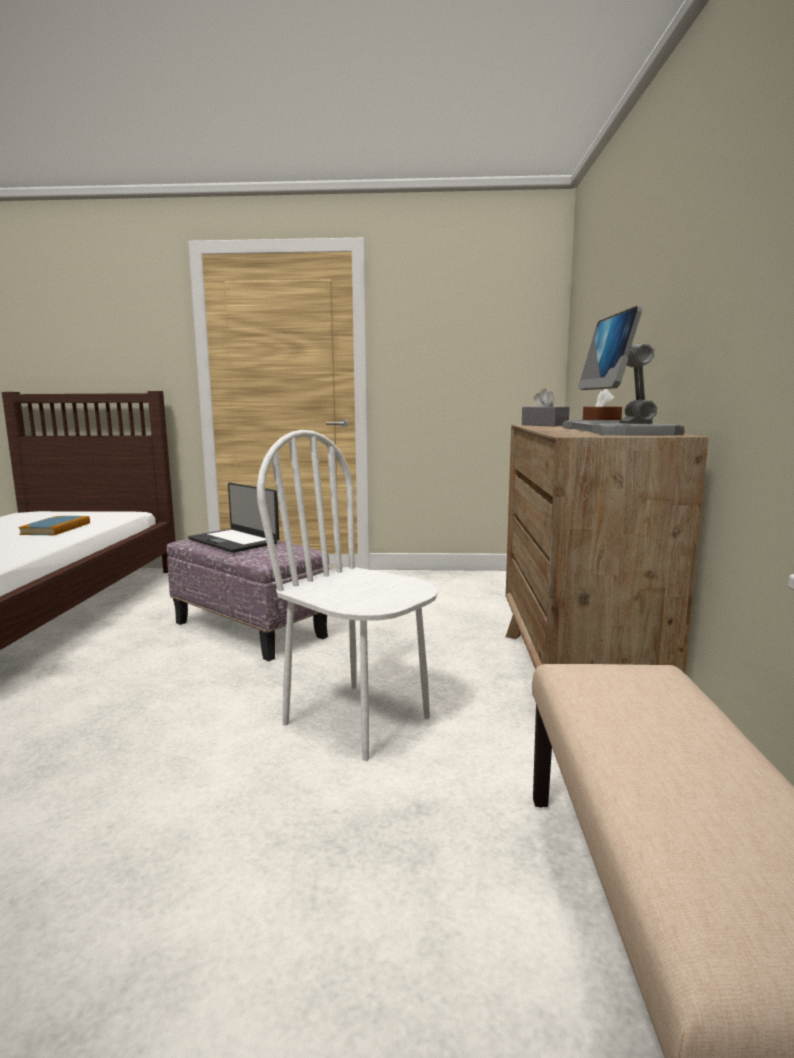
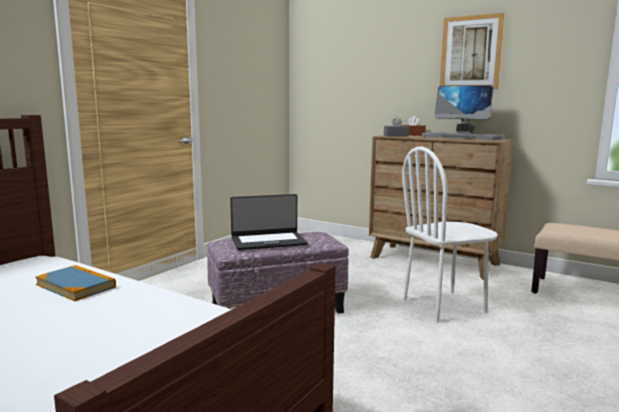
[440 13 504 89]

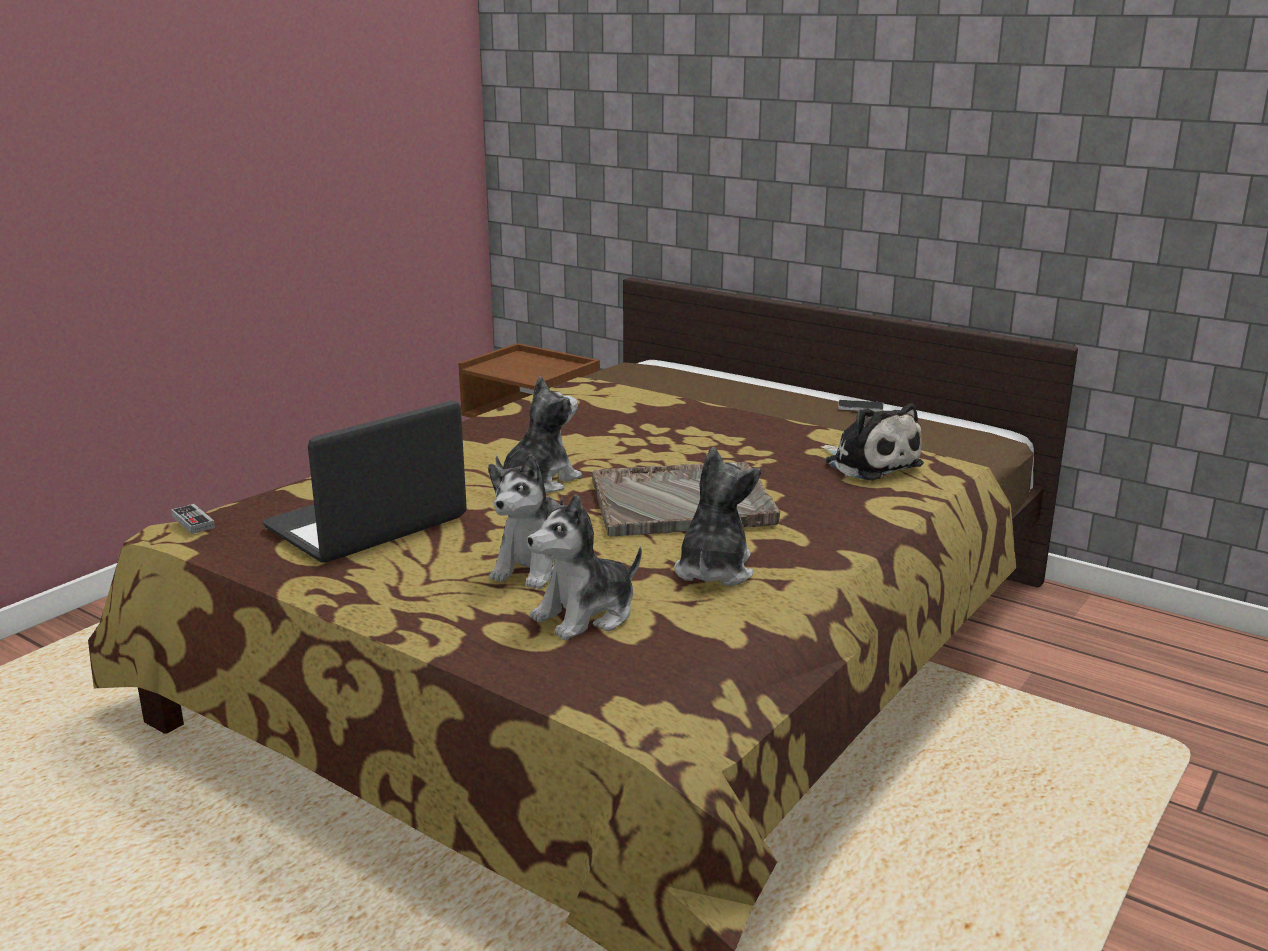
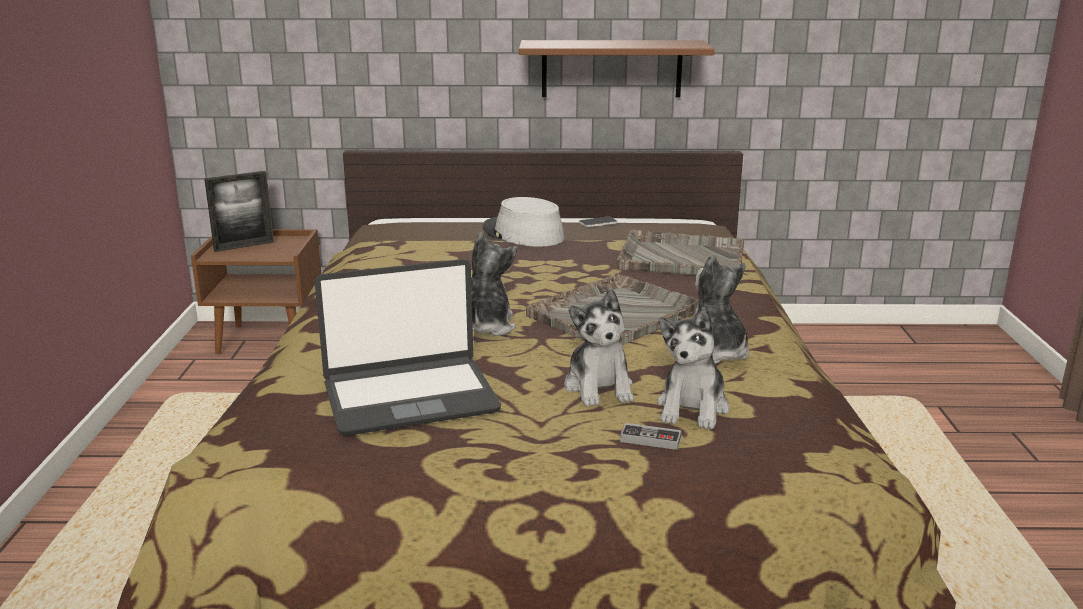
[620 423 681 450]
[315 259 501 436]
[616 229 744 275]
[204 171 274 252]
[483 197 564 247]
[519 40 715 98]

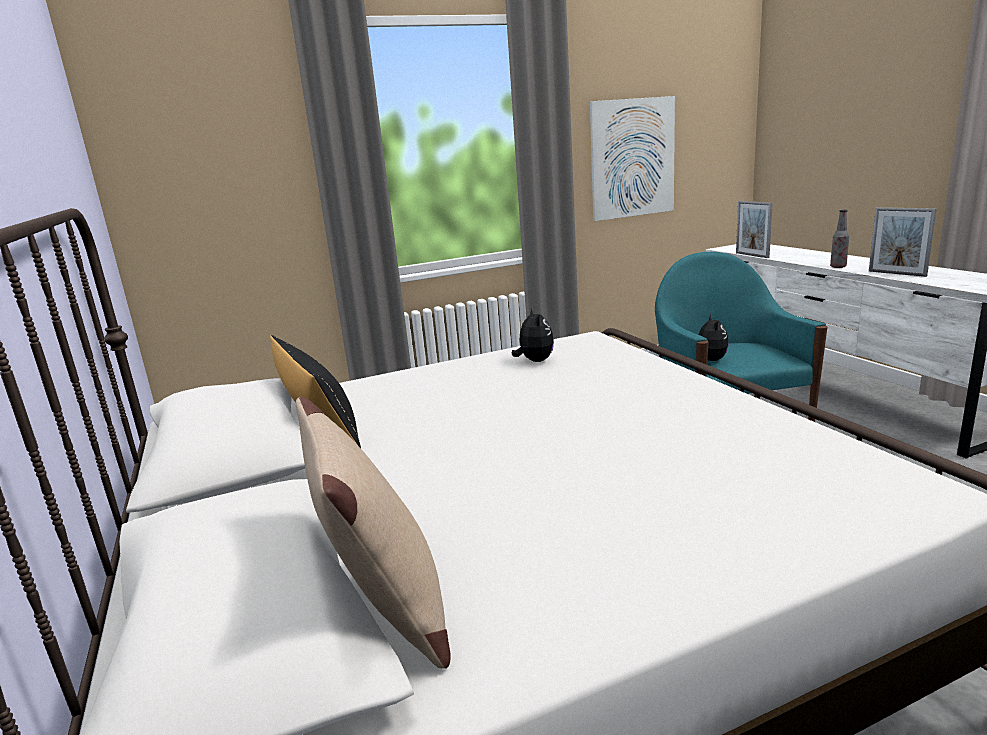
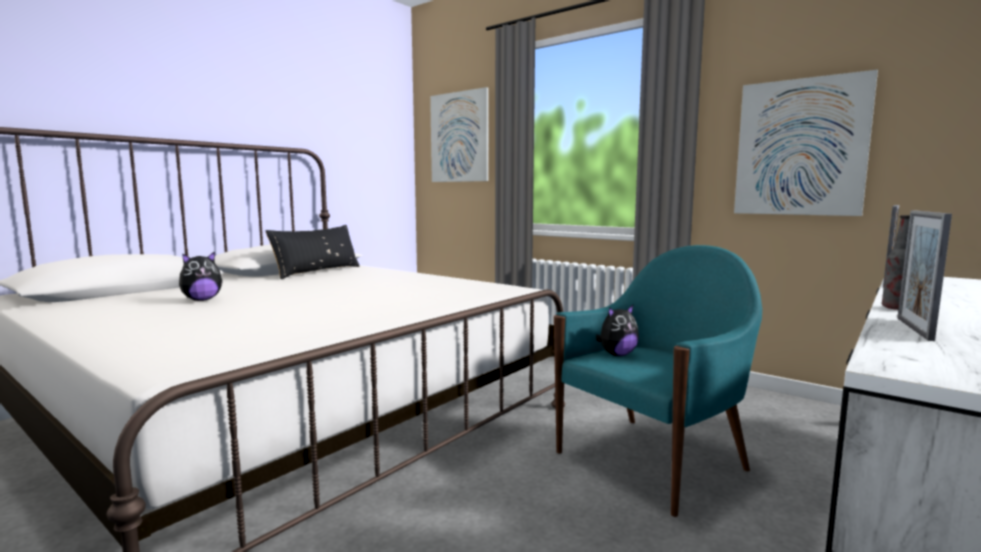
[296 397 450 669] (first image)
[179 251 223 301]
[430 87 488 182]

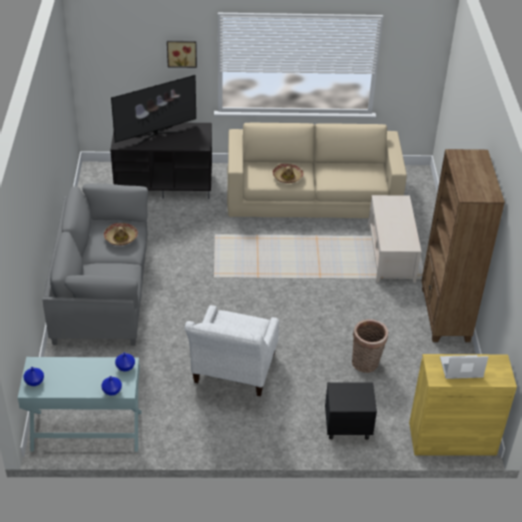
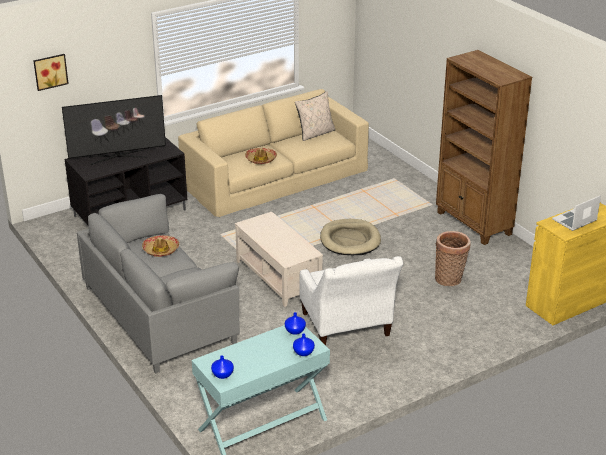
[62 95 166 165]
[33 54 69 91]
[325 382 377 440] (first image)
[235 212 323 307]
[295 91 335 141]
[320 219 381 255]

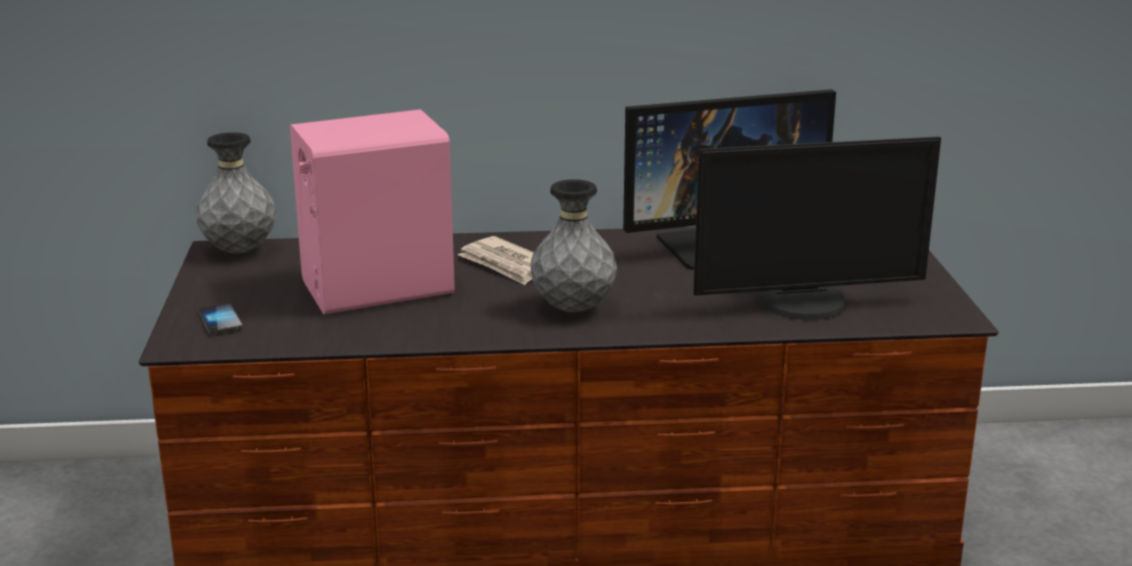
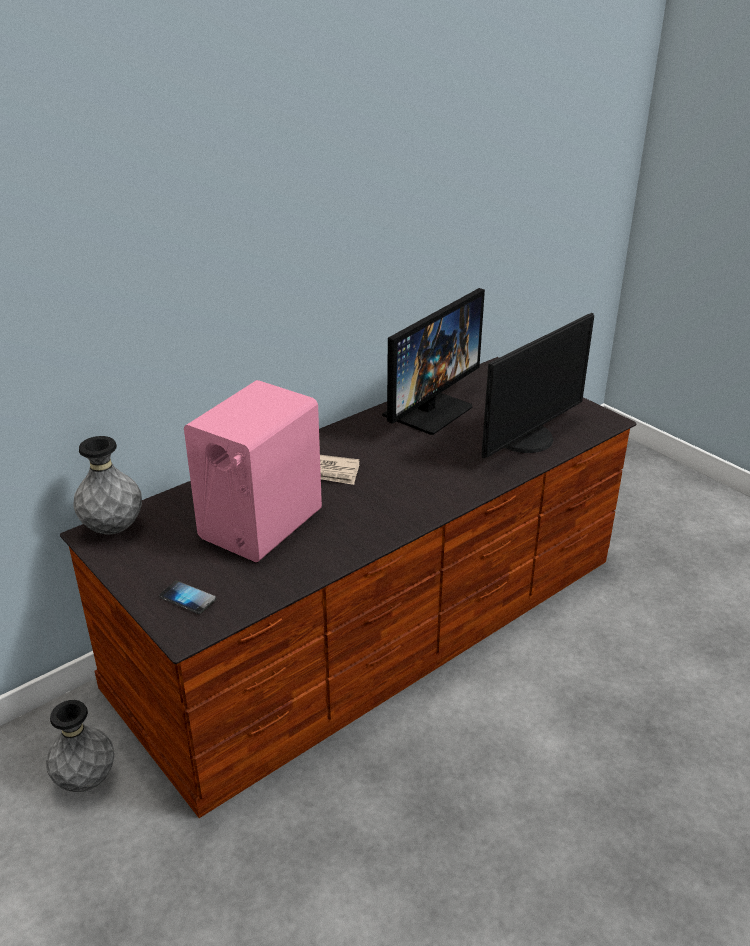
[46 700 114 792]

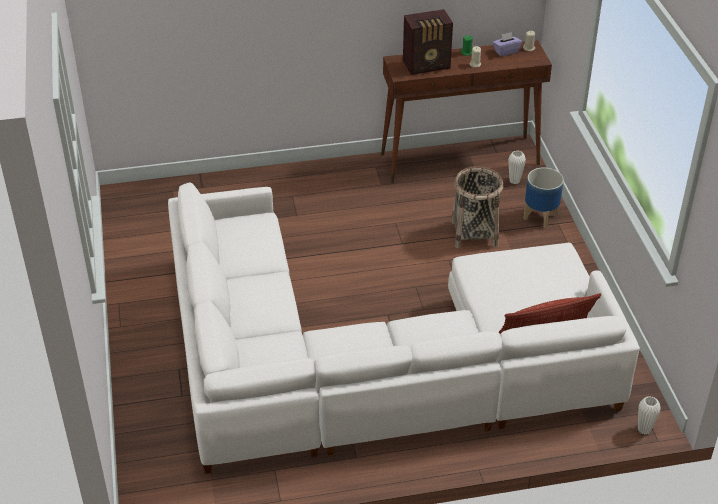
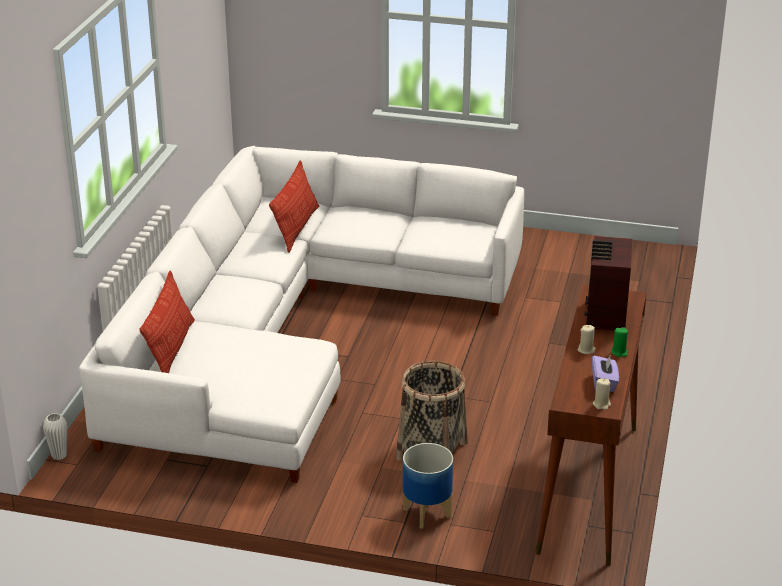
[508 151 526 184] (first image)
[269 160 319 253]

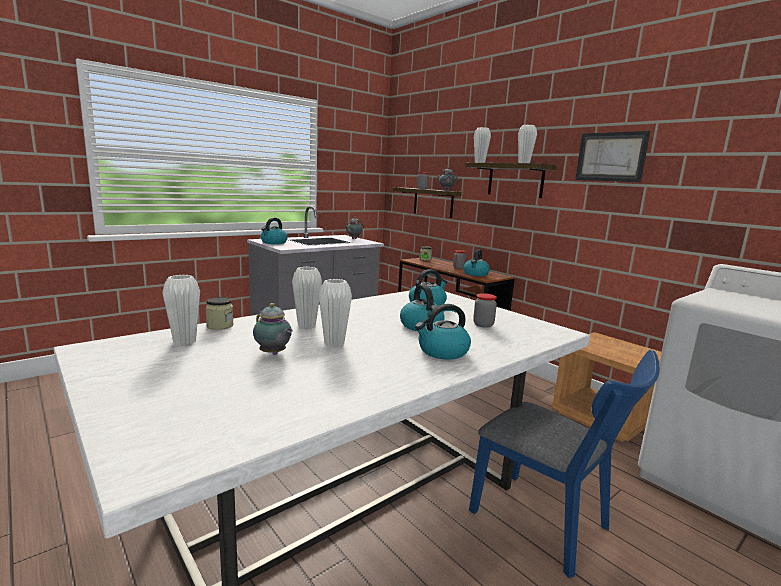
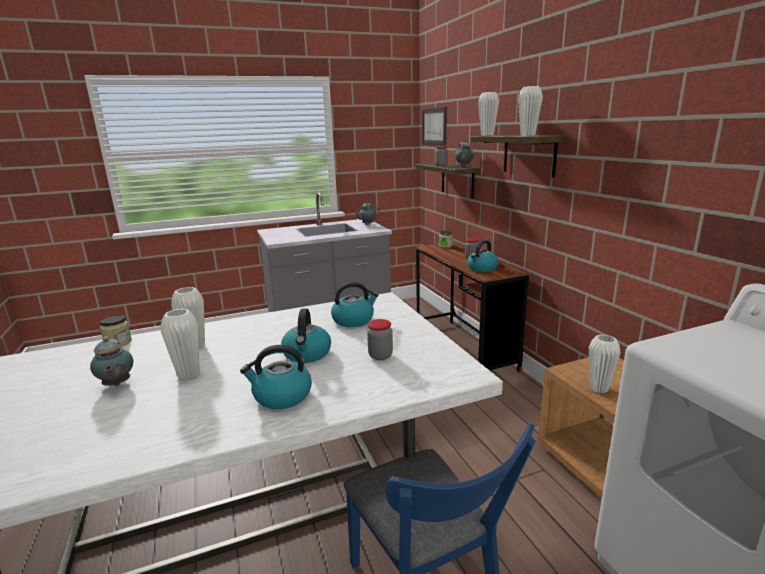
[589 334 620 393]
[261 218 288 244] (first image)
[422 107 447 146]

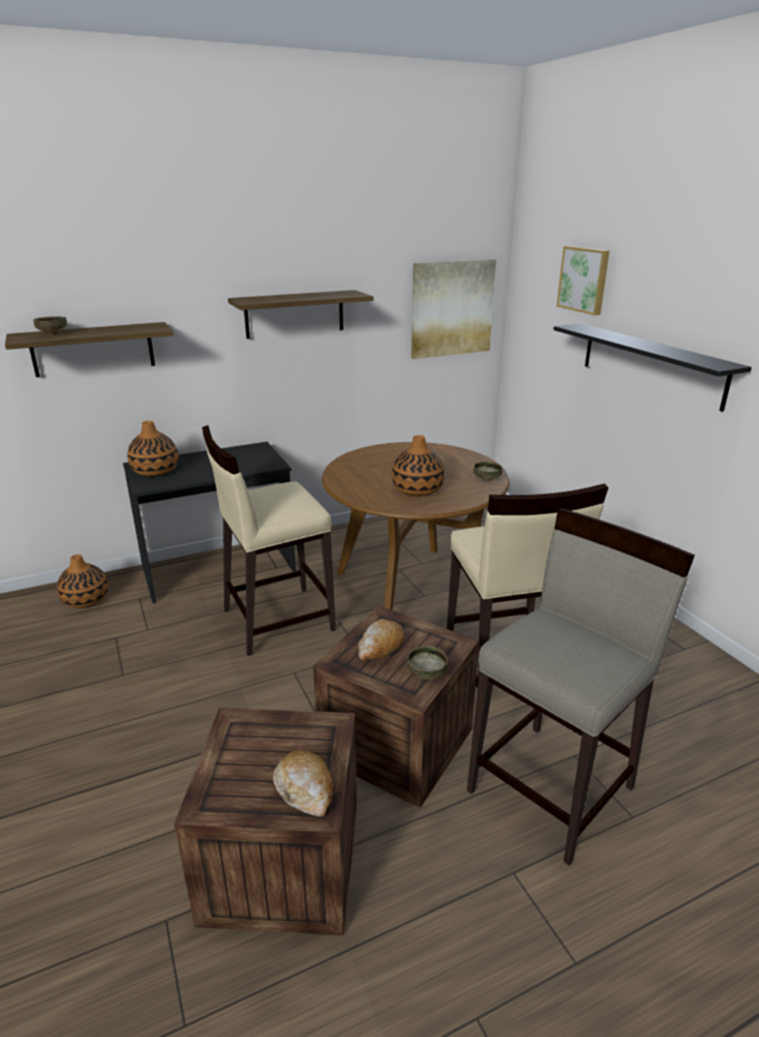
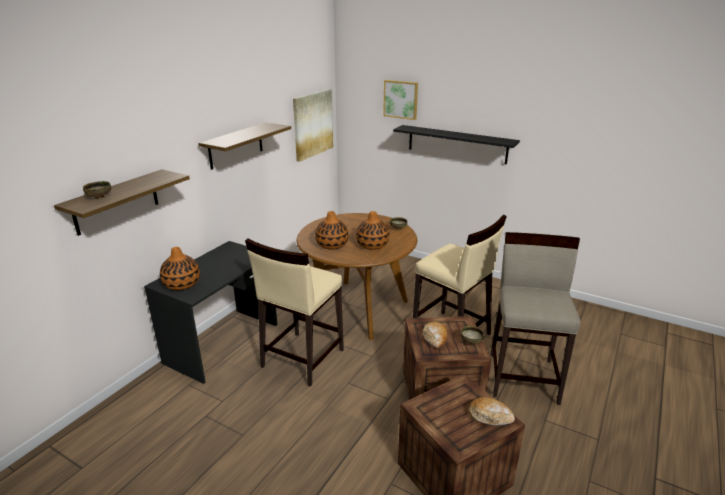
[315 211 349 249]

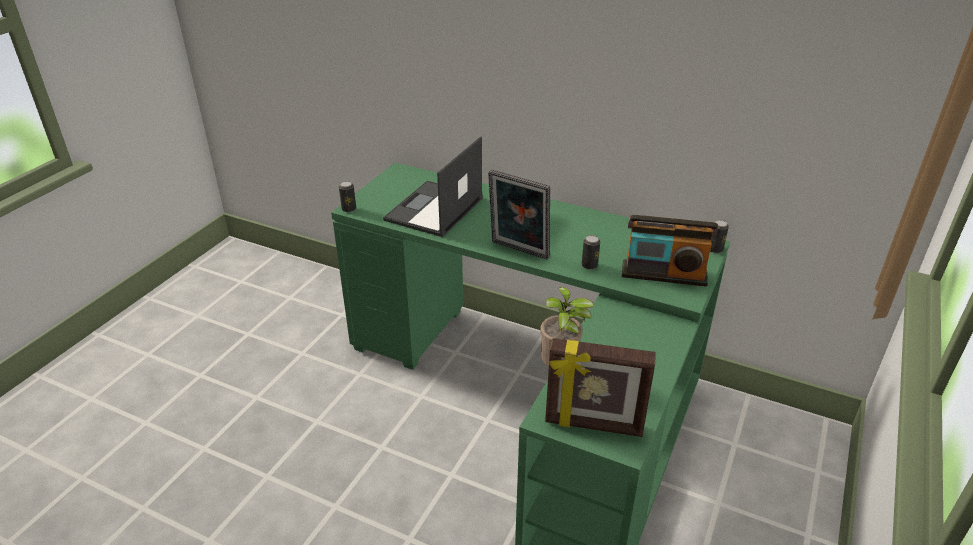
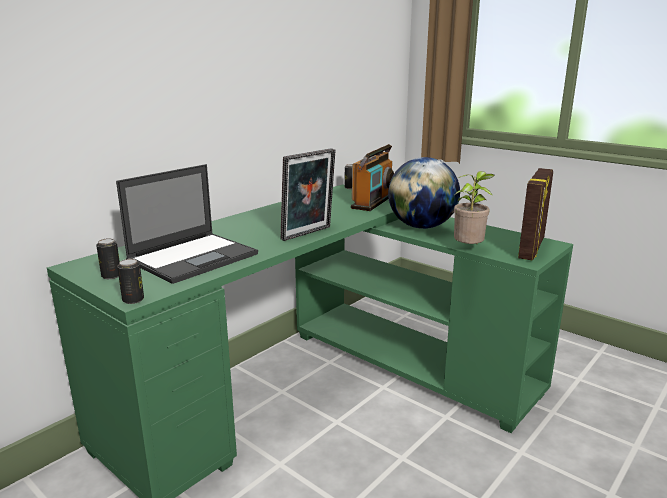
[116 164 258 284]
[96 238 120 279]
[388 157 460 229]

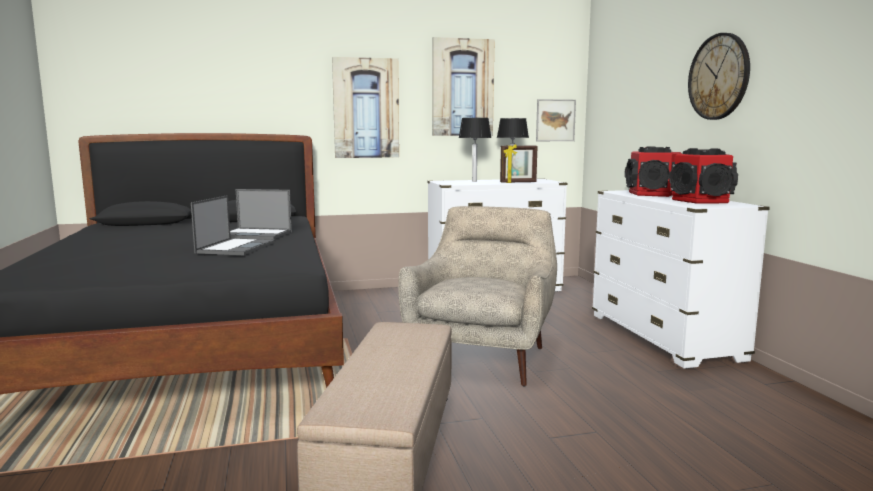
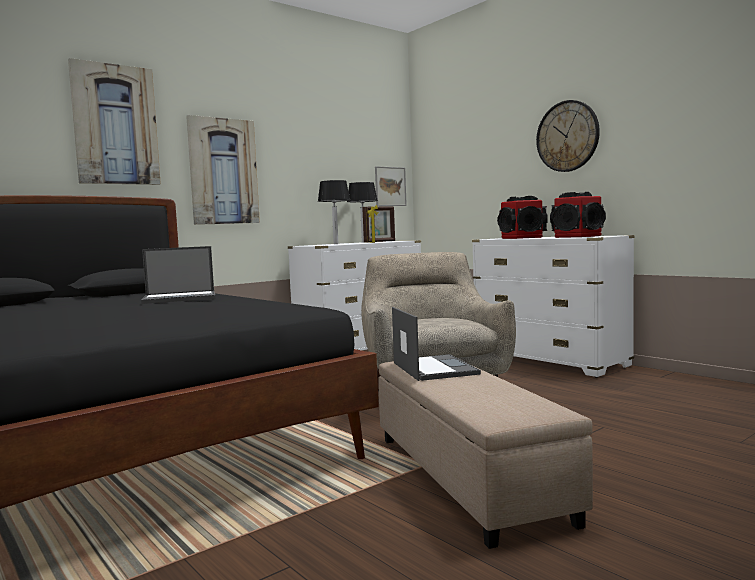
[392 307 481 381]
[68 58 161 185]

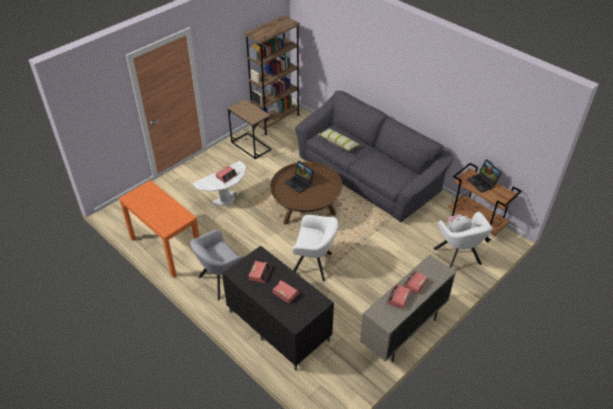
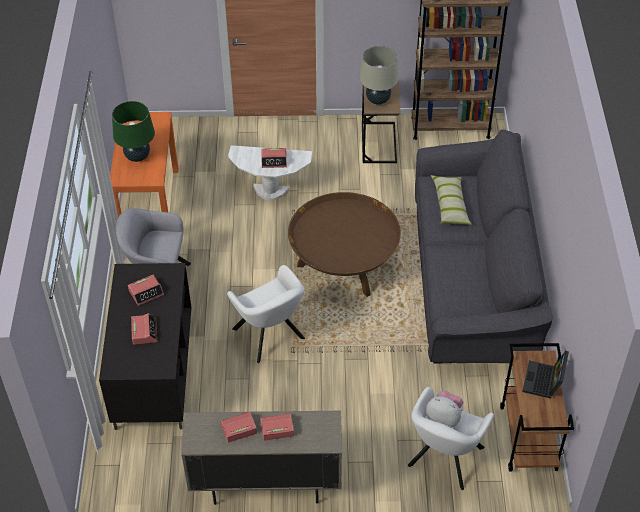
[285 161 314 193] (first image)
[112 101 155 162]
[360 46 399 105]

